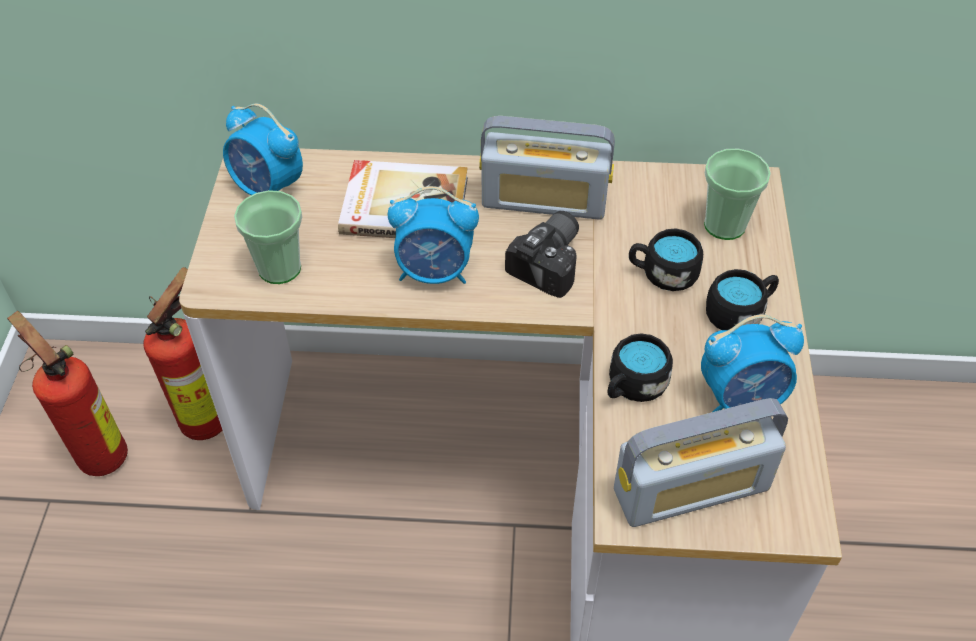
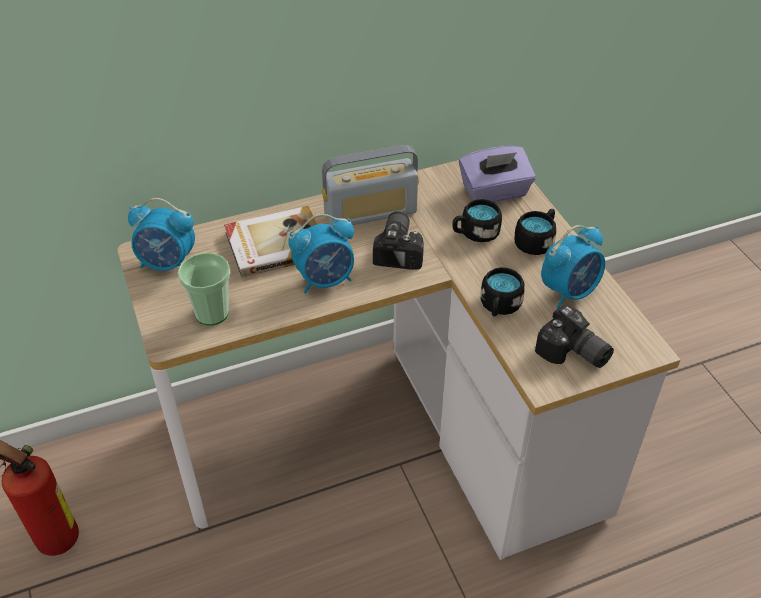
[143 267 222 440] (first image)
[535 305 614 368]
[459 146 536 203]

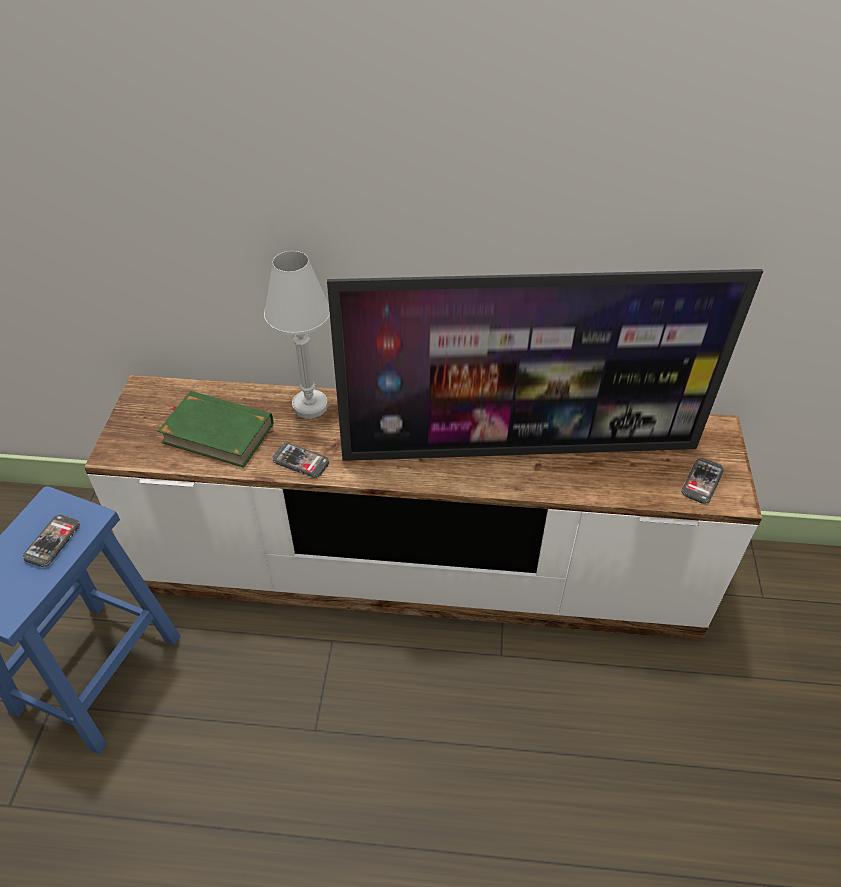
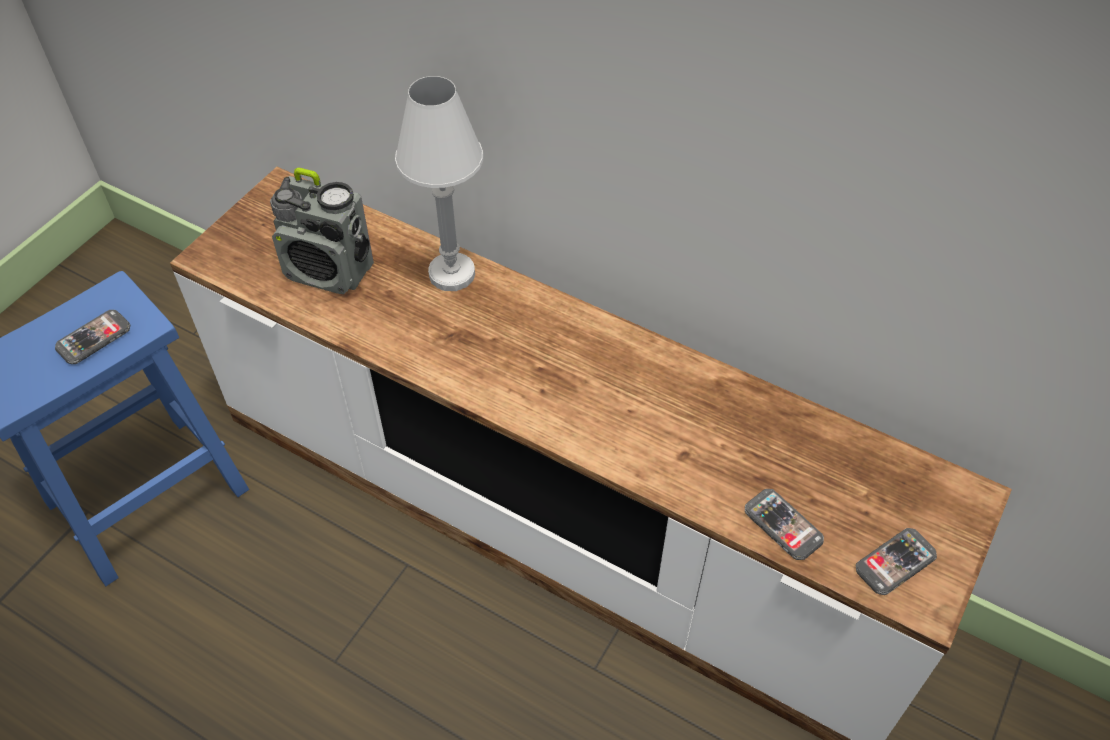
[270 168 374 294]
[745 489 824 560]
[327 269 763 461] (first image)

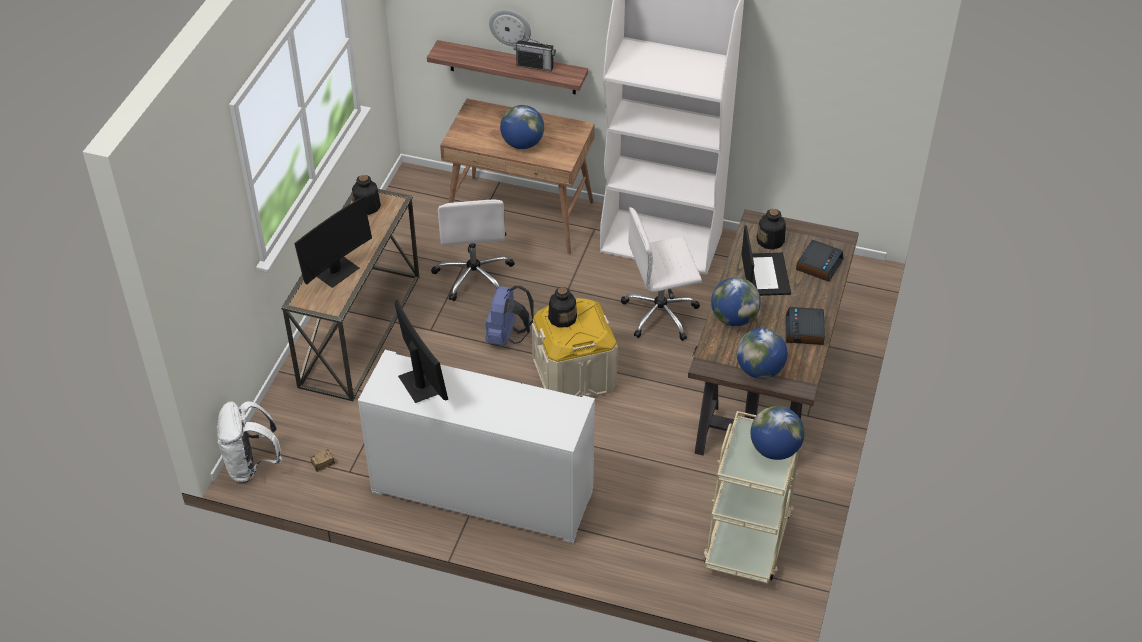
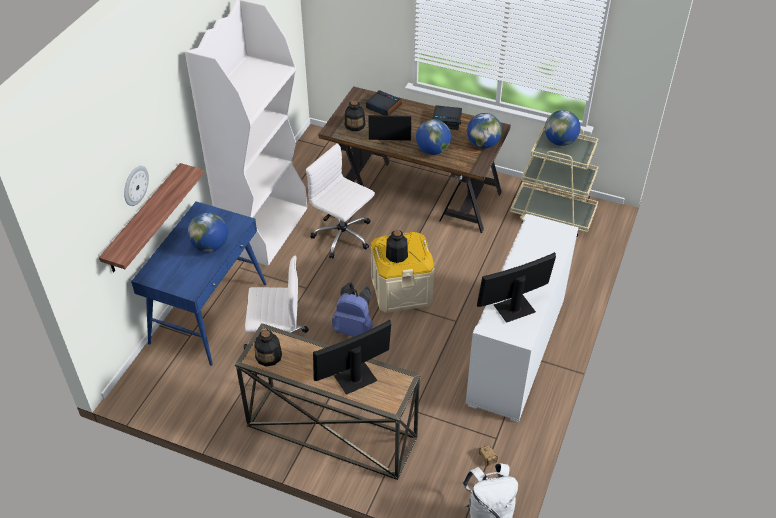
[313 320 391 395]
[131 201 267 366]
[514 34 556 71] (first image)
[306 143 375 259]

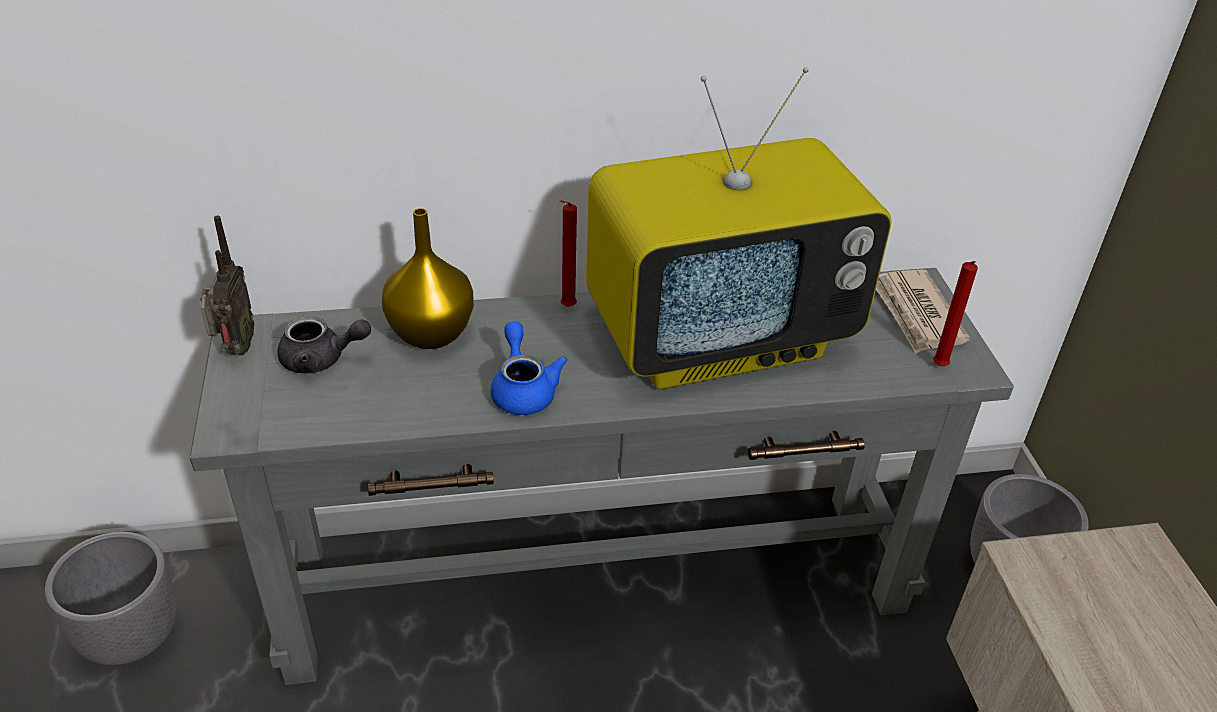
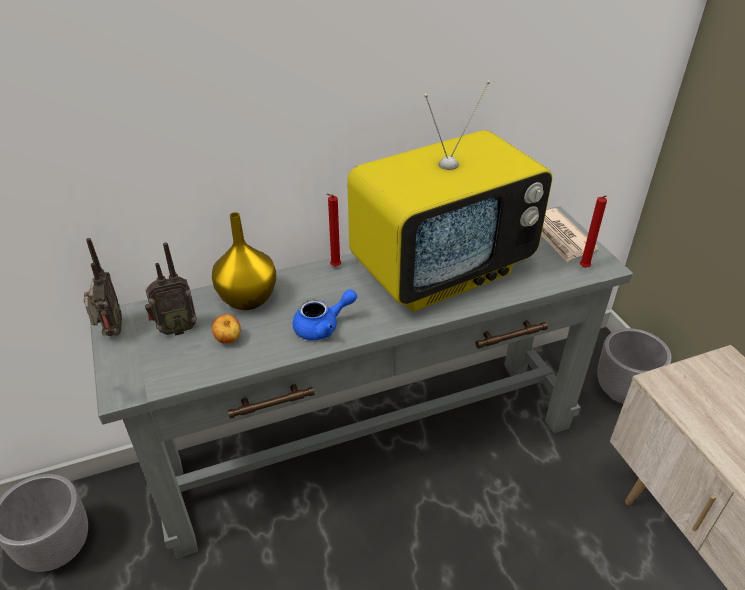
[145 242 197 336]
[293 289 357 340]
[212 314 241 344]

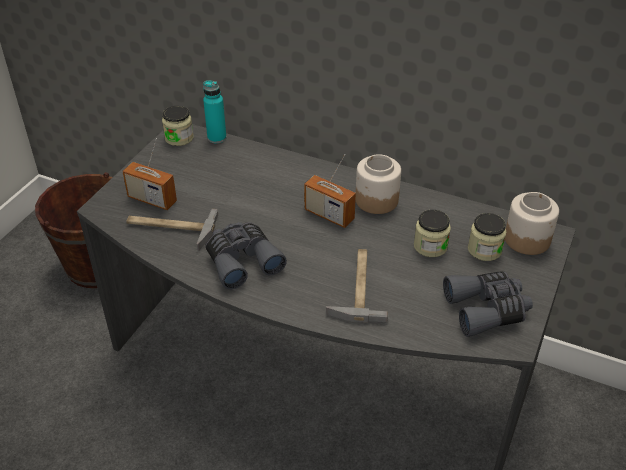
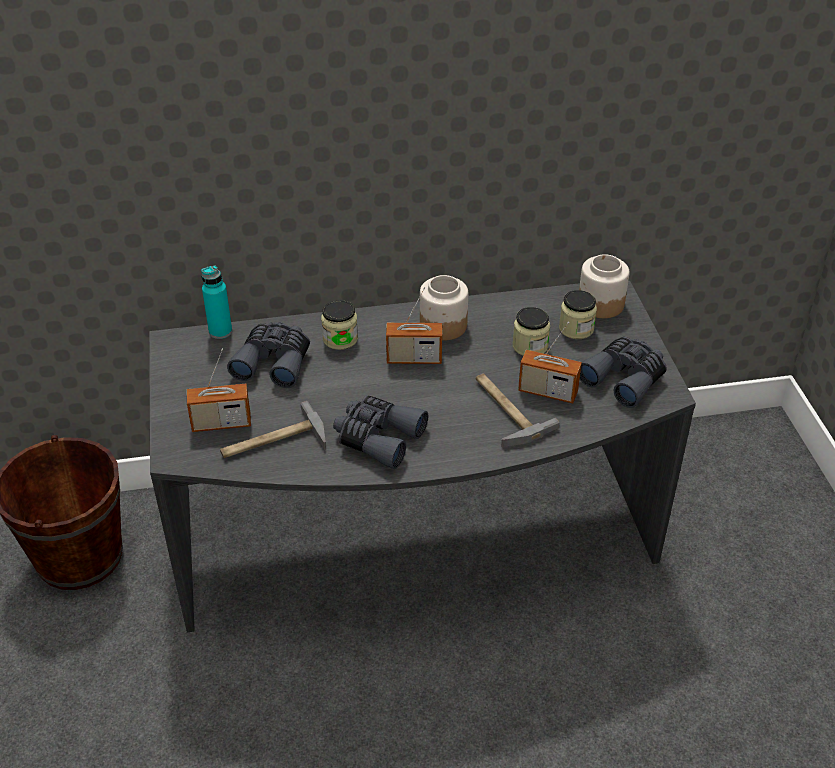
[321 300 358 350]
[227 322 310 388]
[518 322 582 403]

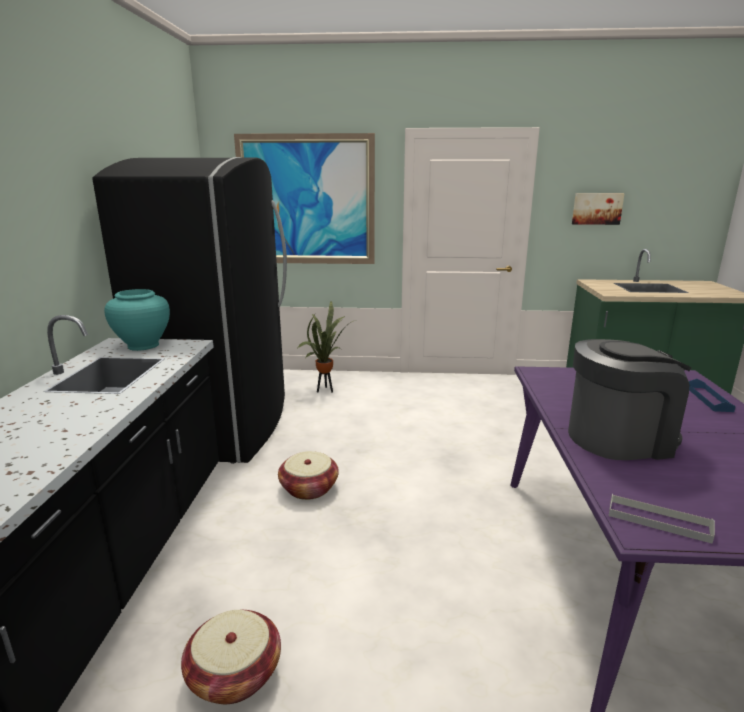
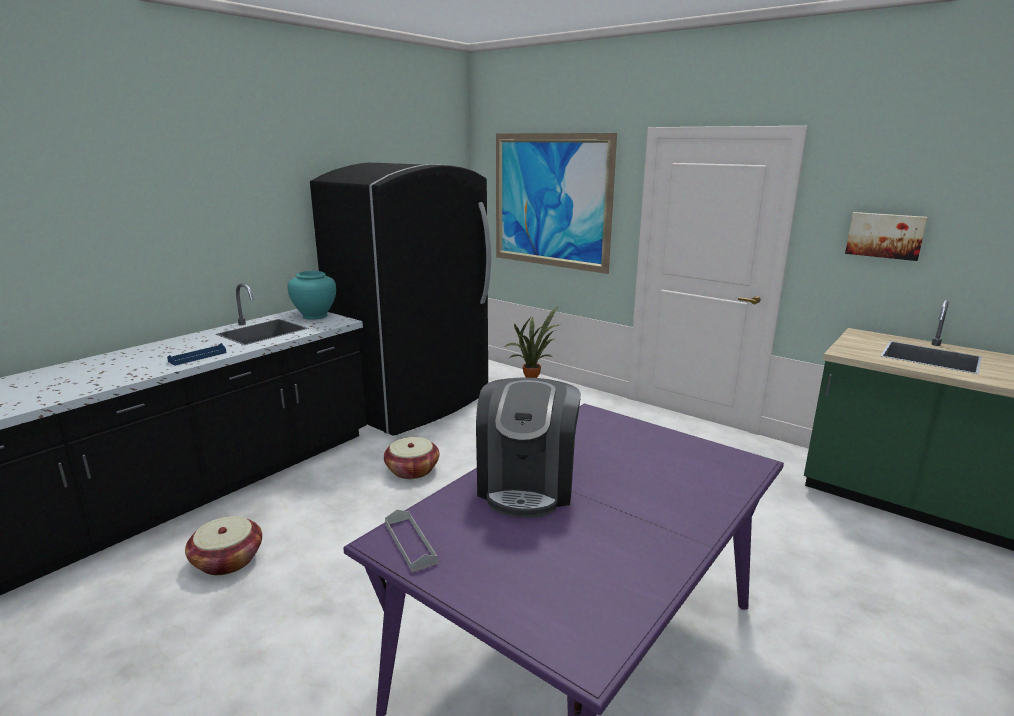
[476 378 581 518]
[167 343 226 366]

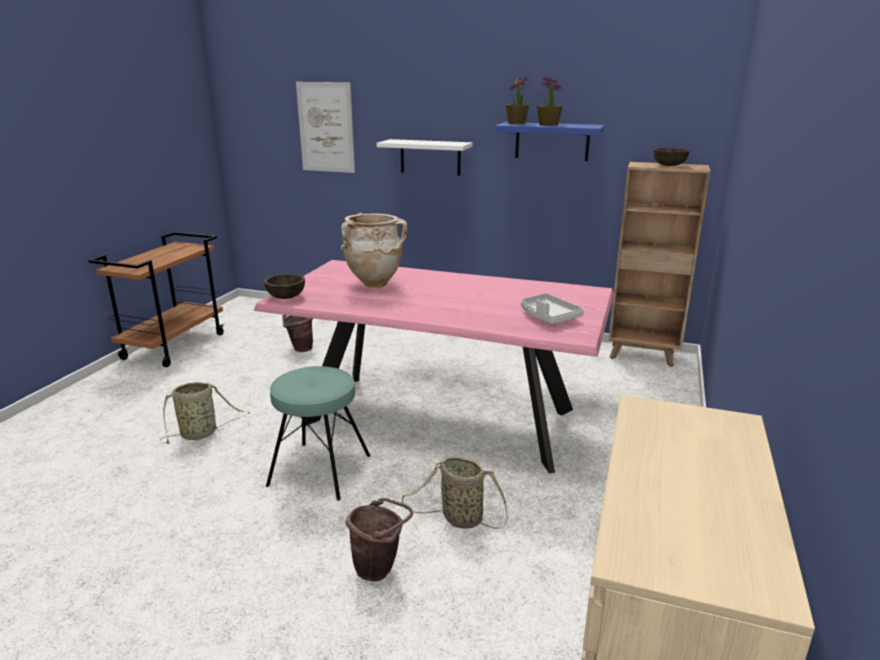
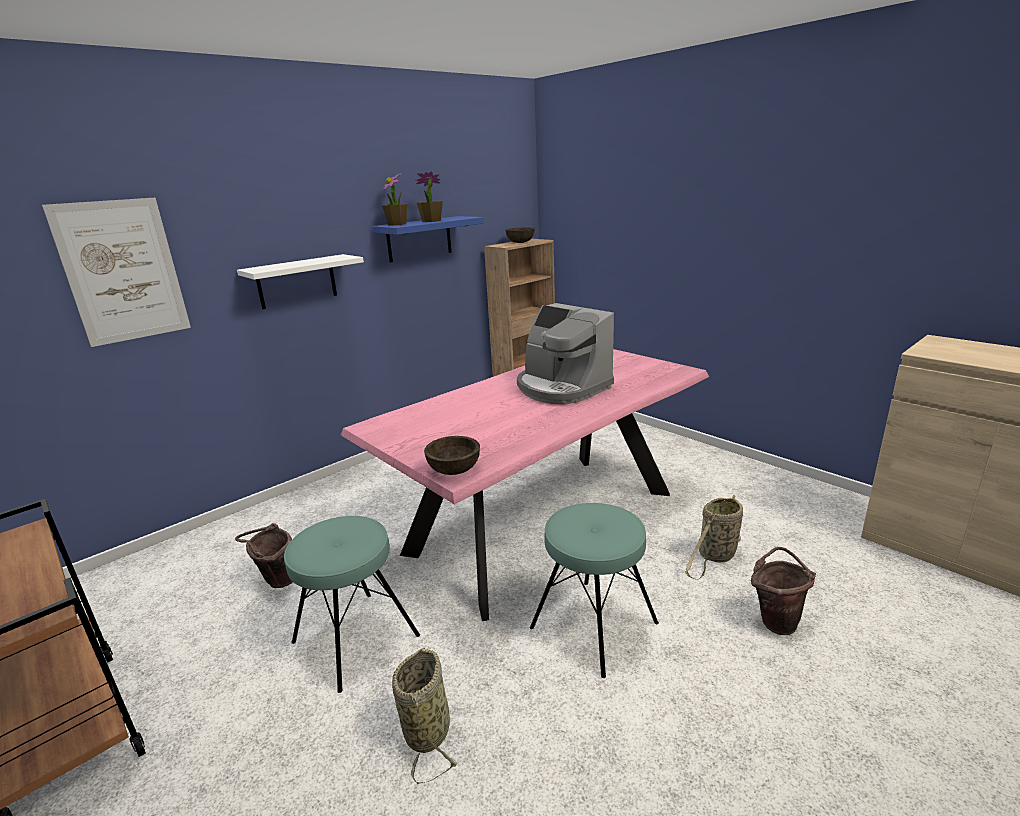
[341 213 408 288] (first image)
[521 293 584 324] (first image)
[284 516 420 693]
[517 303 614 404]

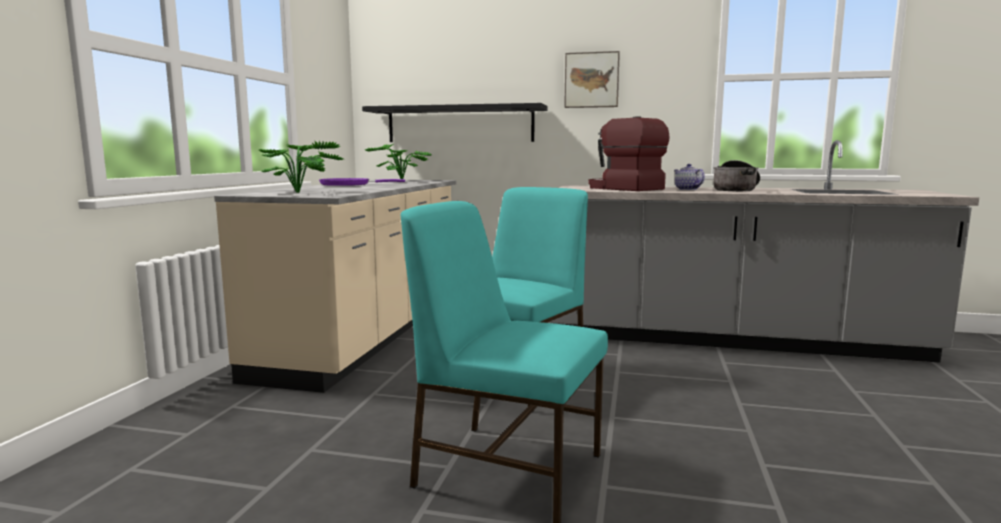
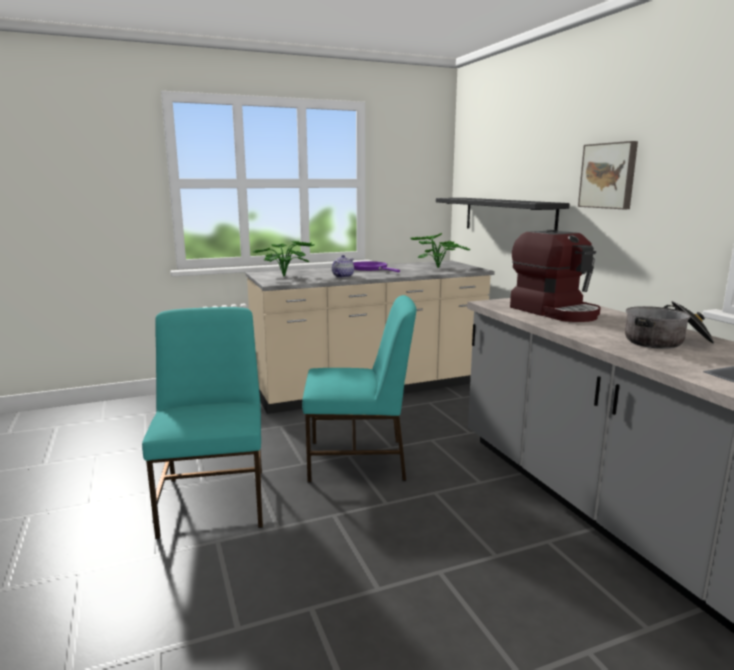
[510 230 601 322]
[332 255 354 278]

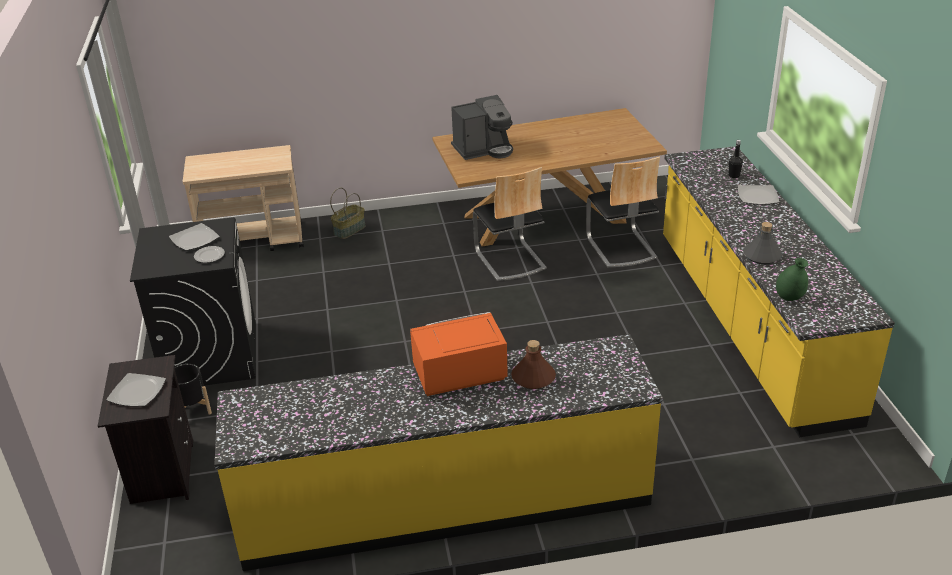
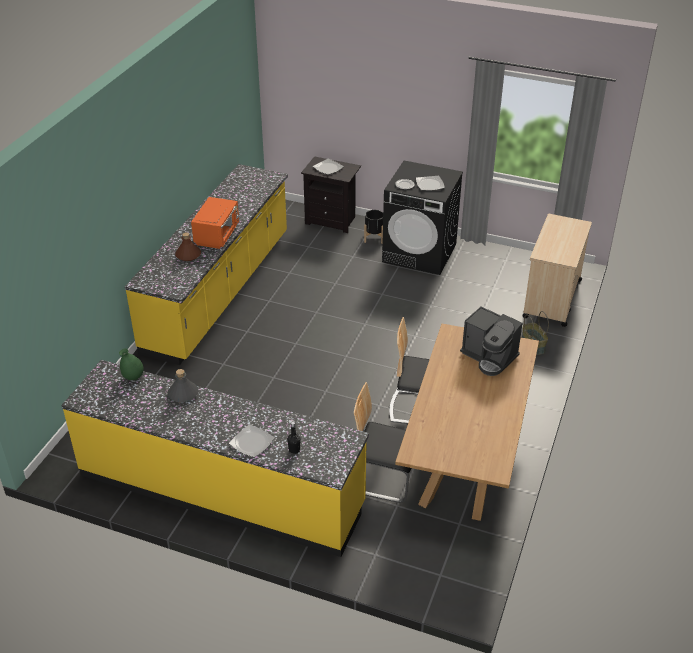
[460 307 523 376]

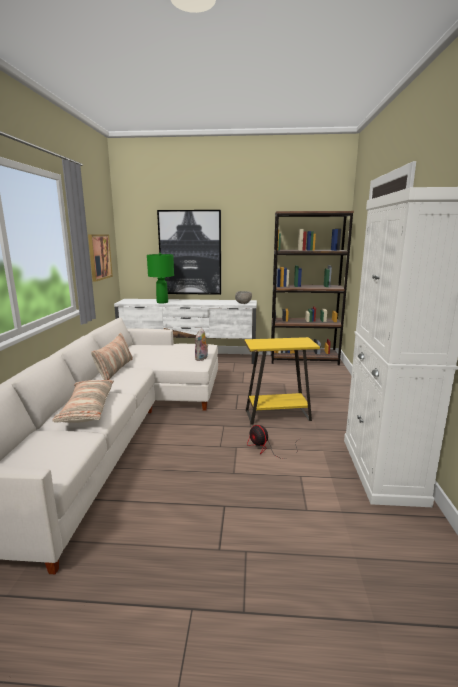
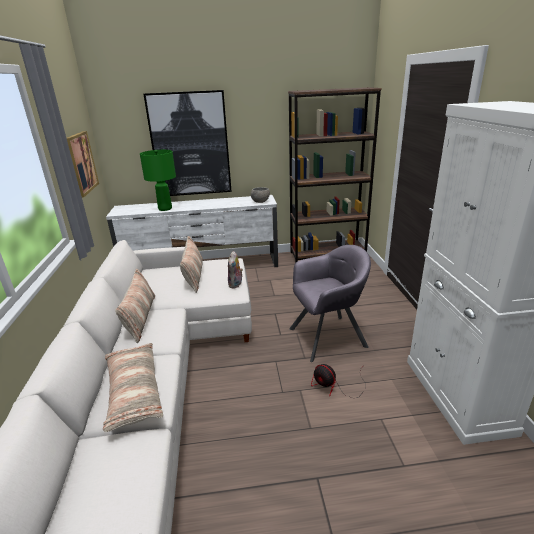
[289 245 371 362]
[180 236 203 293]

